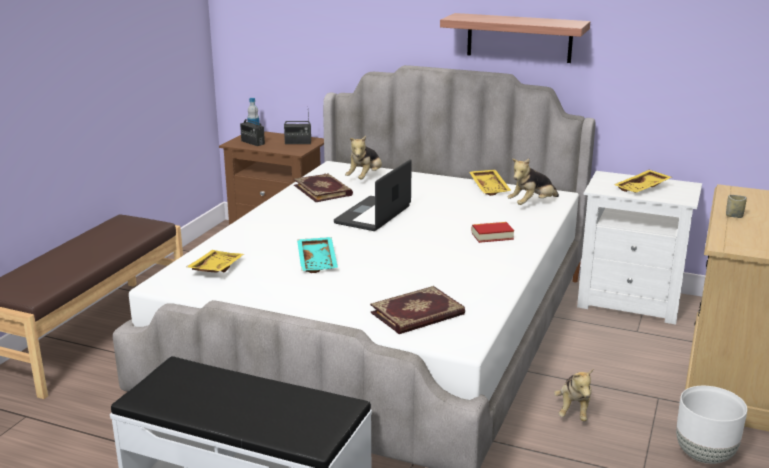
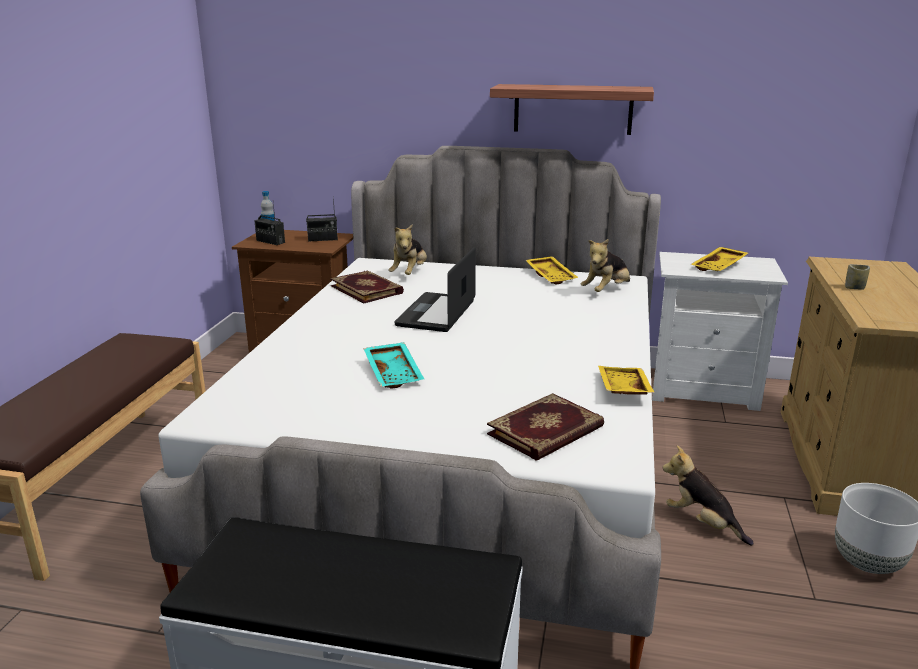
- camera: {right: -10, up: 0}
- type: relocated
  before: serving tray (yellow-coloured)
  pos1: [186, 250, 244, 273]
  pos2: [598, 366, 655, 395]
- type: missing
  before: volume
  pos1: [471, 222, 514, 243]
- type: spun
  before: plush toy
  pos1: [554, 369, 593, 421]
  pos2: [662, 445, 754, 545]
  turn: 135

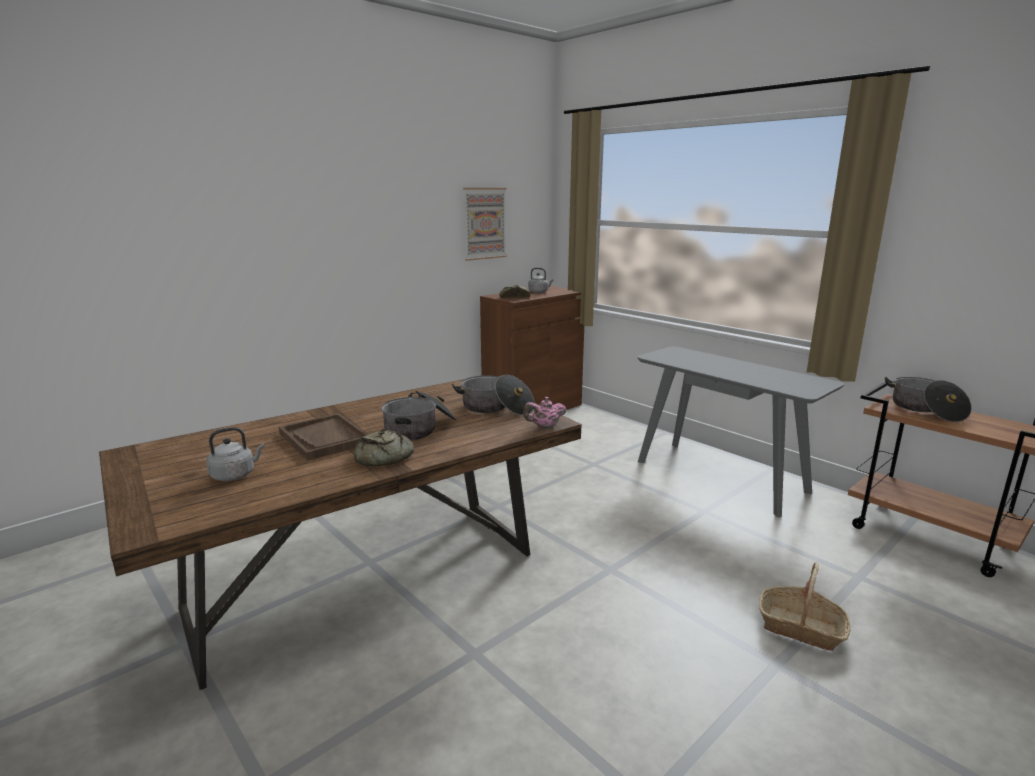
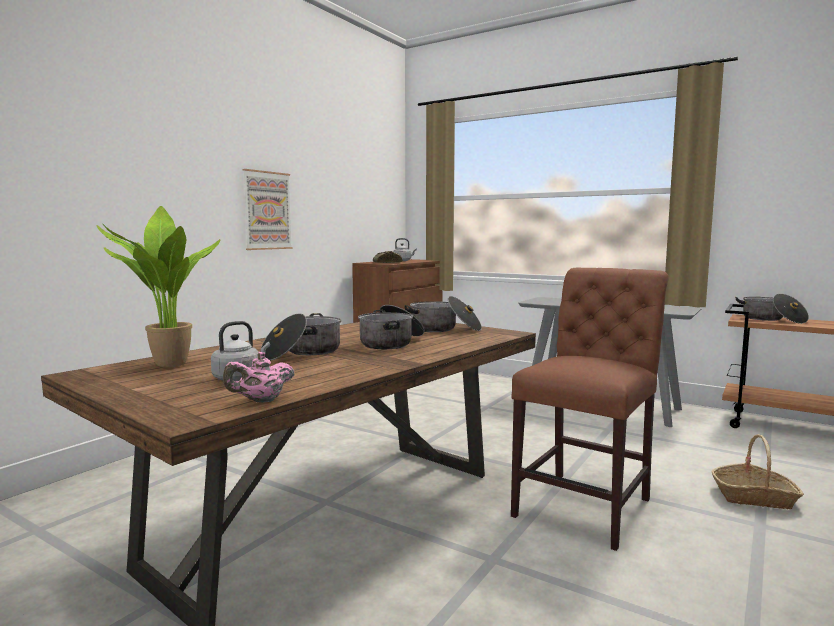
- camera: {right: -15, up: -10}
- type: exchanged
  before: serving tray (brown)
  after: stockpot
  pos1: [279, 413, 368, 460]
  pos2: [260, 313, 341, 361]
- type: missing
  before: baked bread
  pos1: [354, 429, 414, 466]
- type: relocated
  before: wall picture
  pos1: [463, 188, 507, 261]
  pos2: [243, 169, 293, 250]
- type: relocated
  before: teapot (pinkish)
  pos1: [523, 397, 567, 429]
  pos2: [223, 352, 294, 402]
- type: appeared
  after: houseplant
  pos2: [97, 206, 220, 368]
- type: appeared
  after: plain chair (brown)
  pos2: [511, 268, 668, 551]

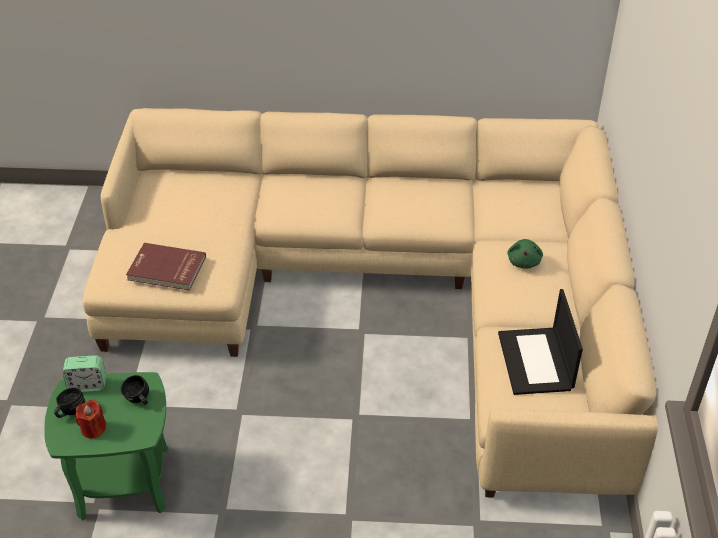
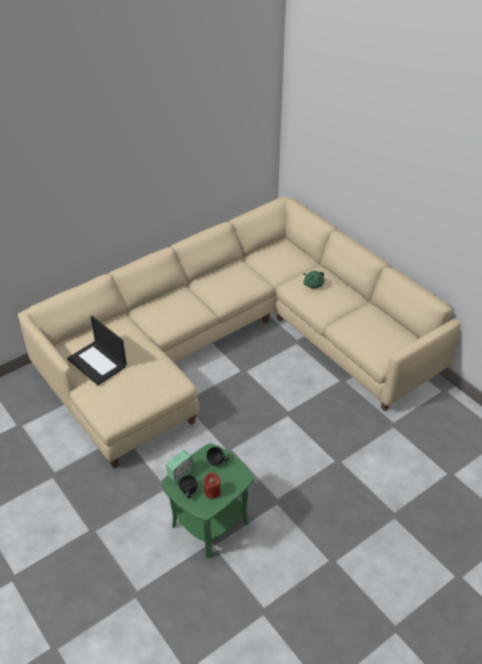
- camera: {right: -40, up: 0}
- type: missing
  before: volume (red-coloured)
  pos1: [126, 243, 206, 291]
- type: relocated
  before: laptop
  pos1: [498, 289, 583, 395]
  pos2: [67, 316, 127, 385]

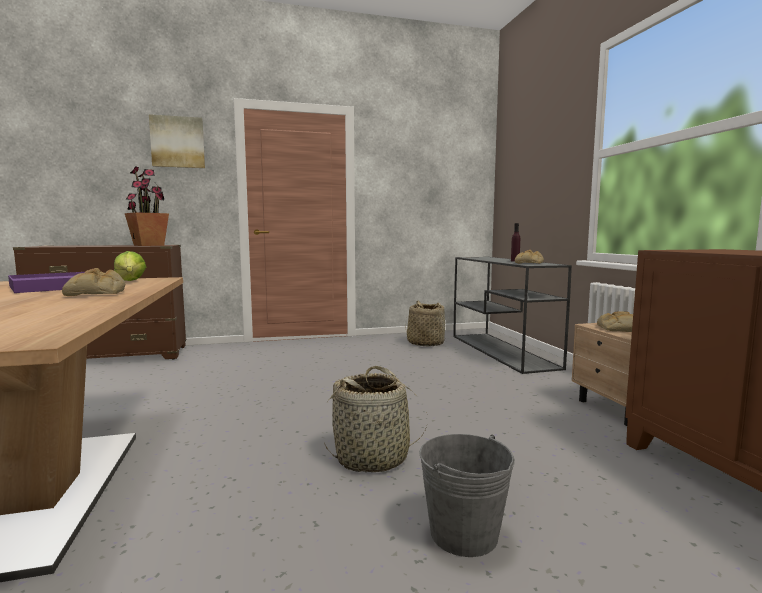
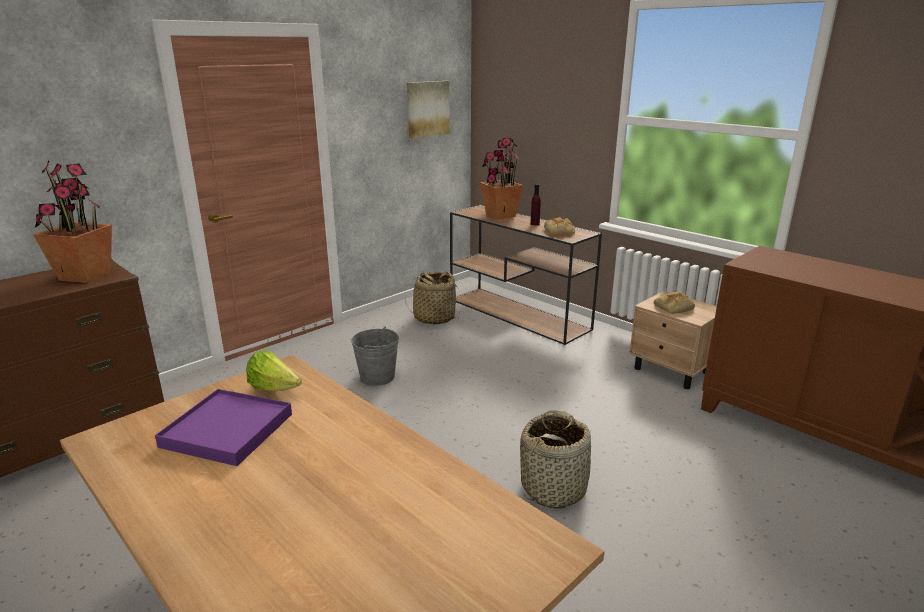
- camera: {right: -30, up: 15}
- type: missing
  before: baked bread
  pos1: [62, 268, 125, 296]
- type: relocated
  before: wall picture
  pos1: [149, 114, 205, 168]
  pos2: [407, 81, 450, 138]
- type: relocated
  before: water bucket (greyish)
  pos1: [419, 434, 515, 557]
  pos2: [351, 326, 399, 386]
- type: colour
  before: hall table (greyish)
  after: hall table (brown)
  pos1: [453, 257, 572, 374]
  pos2: [450, 205, 602, 345]
- type: appeared
  after: houseplant
  pos2: [480, 138, 523, 219]

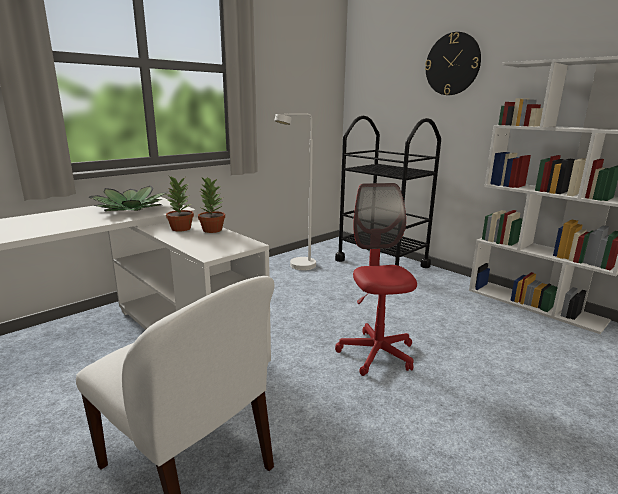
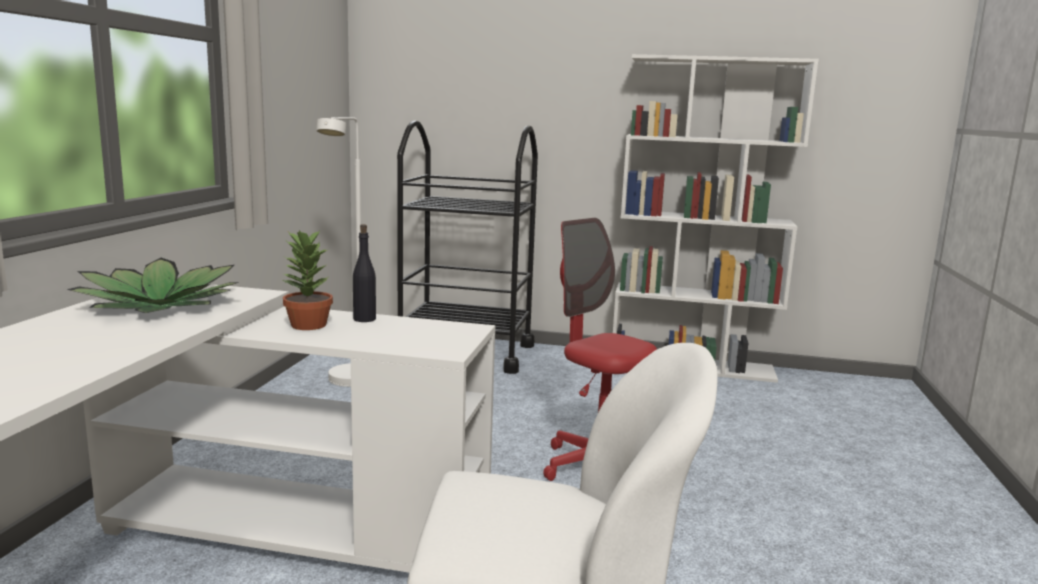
- camera: {right: -35, up: -5}
- type: exchanged
  before: houseplant
  after: drink bottle (blackish)
  pos1: [198, 177, 225, 233]
  pos2: [353, 224, 376, 322]
- type: missing
  before: wall clock
  pos1: [425, 32, 481, 95]

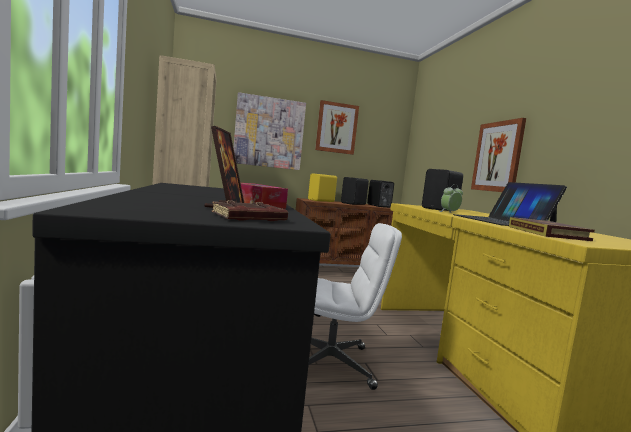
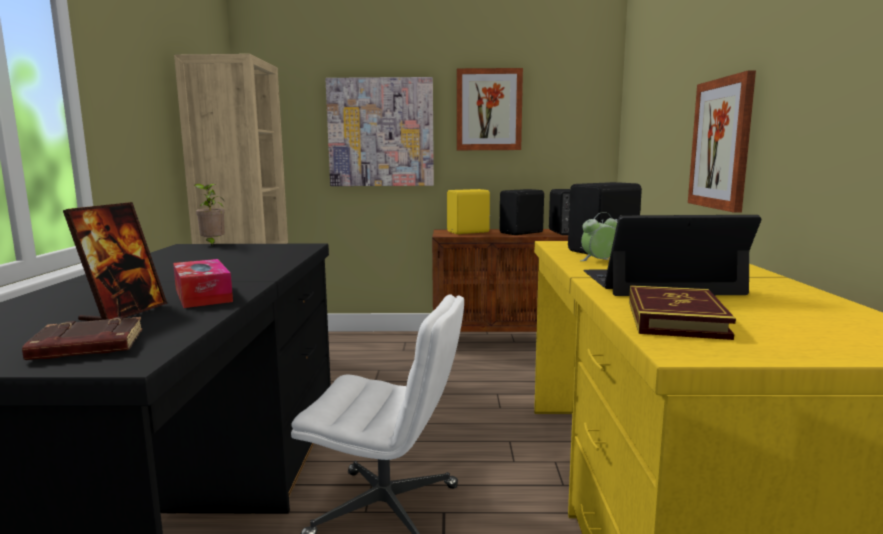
- camera: {right: 15, up: 5}
- type: spun
  before: laptop
  pos1: [453, 182, 567, 226]
  pos2: [583, 215, 761, 296]
  turn: 90
- type: appeared
  after: houseplant
  pos2: [194, 183, 225, 246]

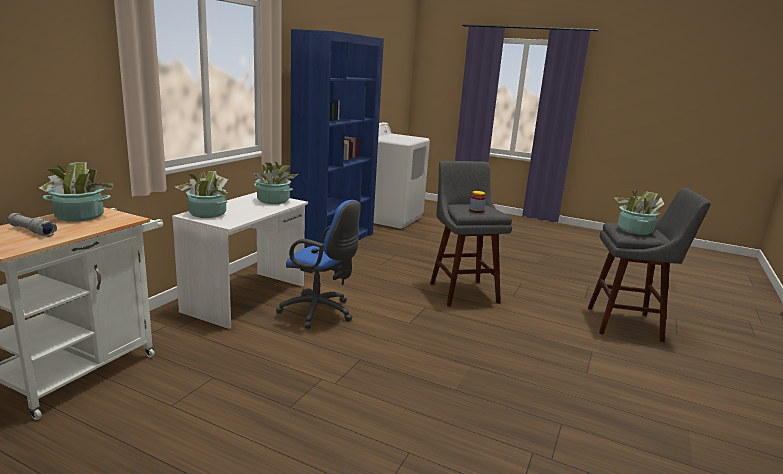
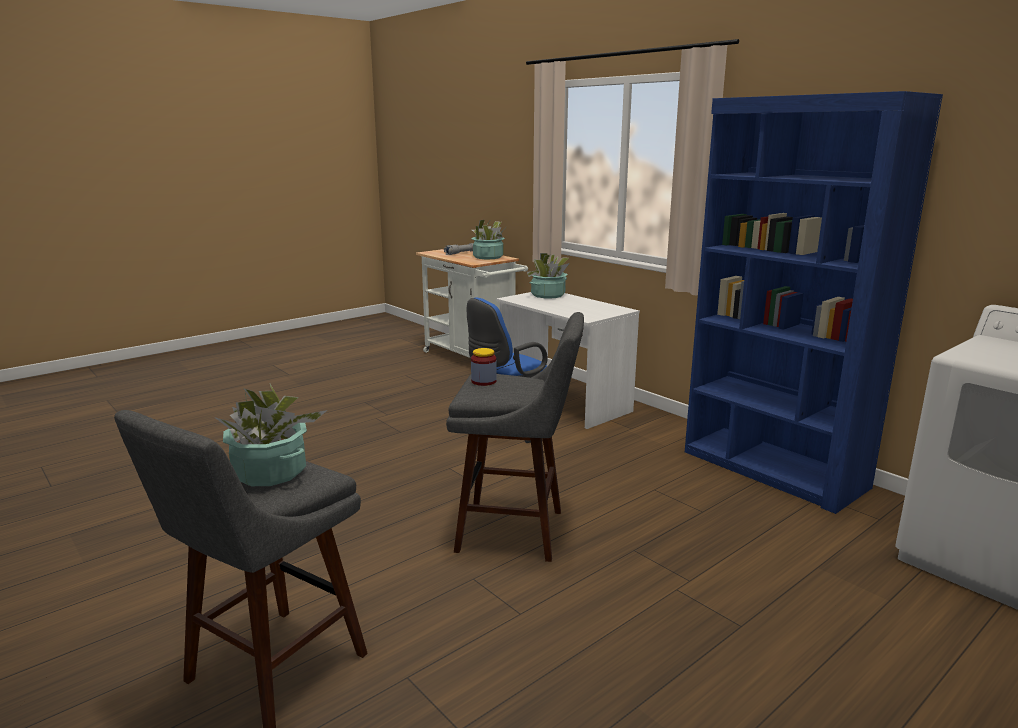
- camera: {right: 115, up: 0}
- type: missing
  before: houseplant
  pos1: [253, 161, 298, 204]

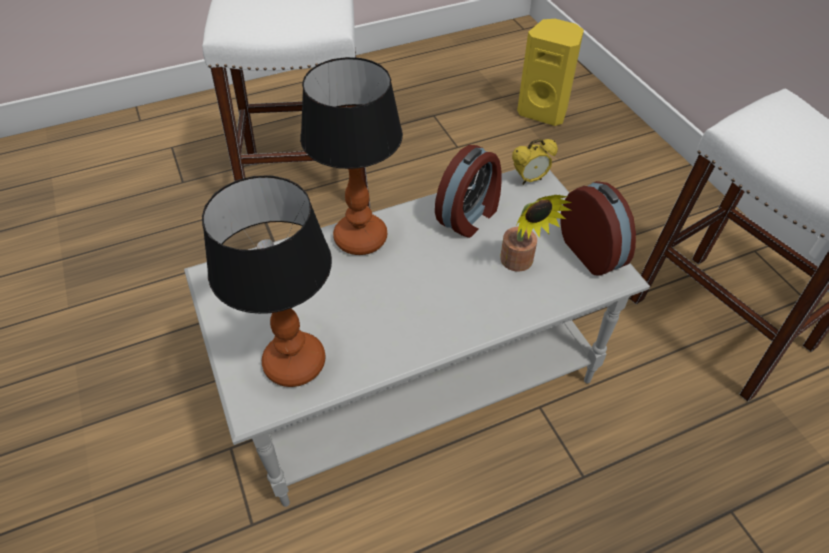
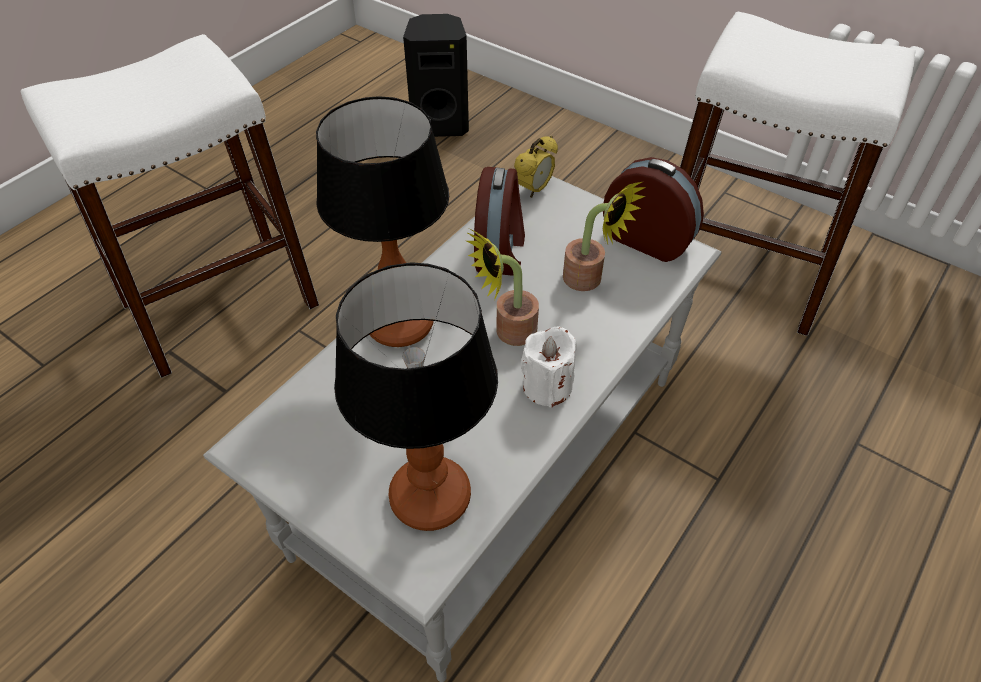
- camera: {right: -30, up: 0}
- type: colour
  before: loudspeaker (yellow-coloured)
  after: loudspeaker (blackish)
  pos1: [517, 19, 584, 126]
  pos2: [403, 14, 469, 137]
- type: appeared
  after: houseplant
  pos2: [466, 230, 539, 346]
- type: appeared
  after: wax candle (white)
  pos2: [521, 327, 577, 408]

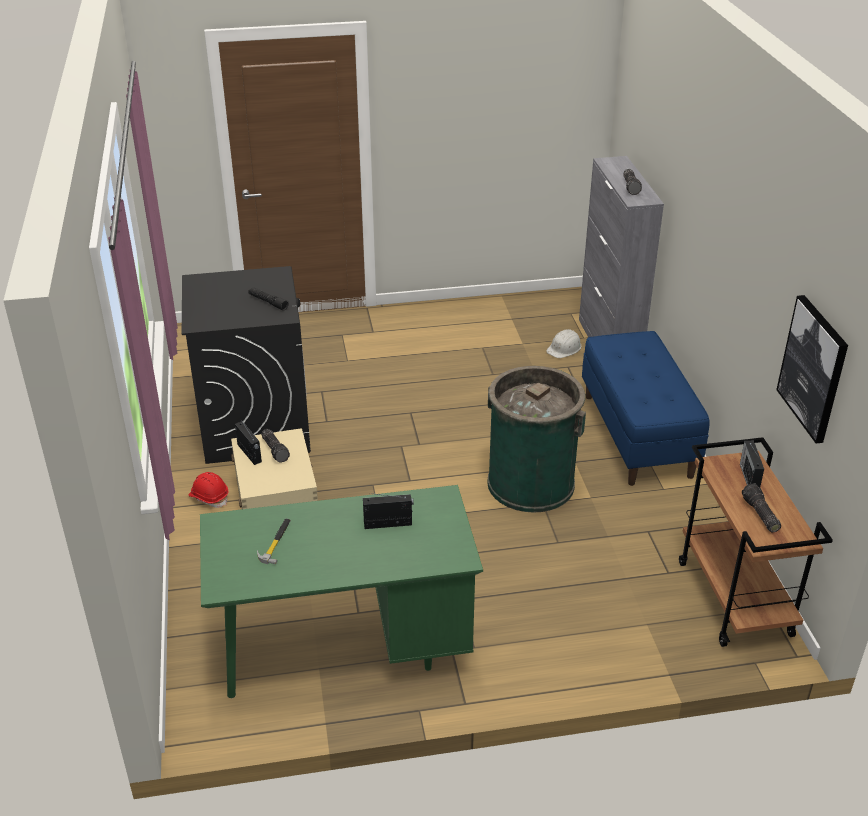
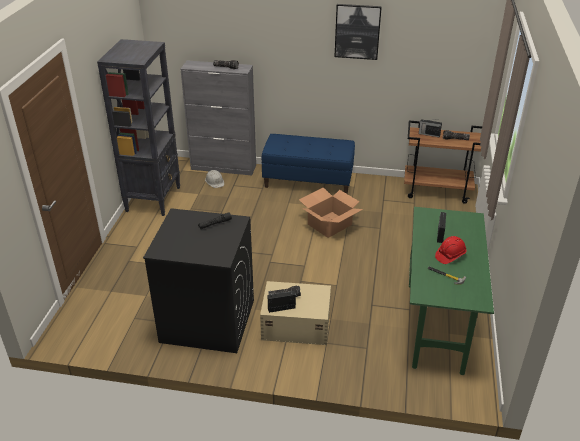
- camera: {right: -70, up: 0}
- type: relocated
  before: hard hat (red-coloured)
  pos1: [189, 472, 228, 508]
  pos2: [435, 236, 466, 264]
- type: exchanged
  before: waste bin (green-coloured)
  after: packing box
  pos1: [487, 366, 586, 513]
  pos2: [299, 188, 363, 238]
- type: relocated
  before: wall picture
  pos1: [776, 295, 848, 444]
  pos2: [335, 4, 382, 60]
- type: appeared
  after: bookcase (blackish)
  pos2: [97, 39, 180, 216]

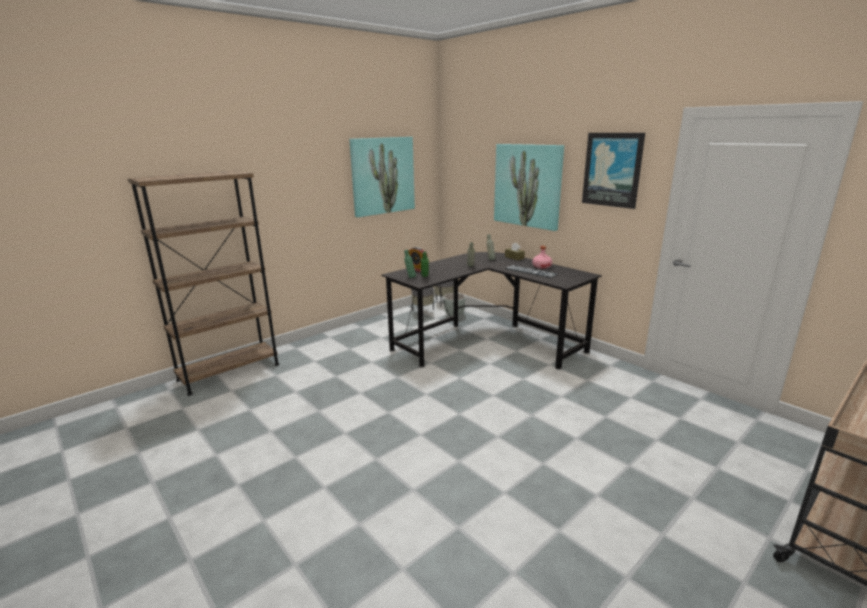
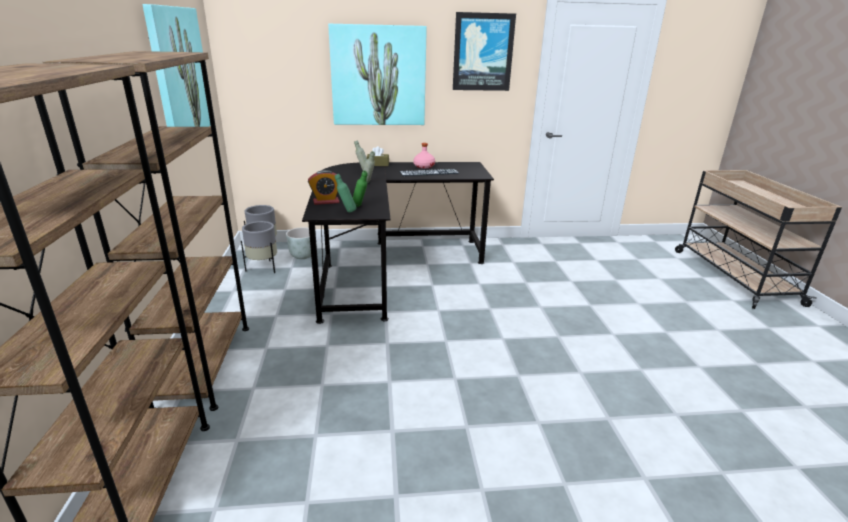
- camera: {right: -55, up: 5}
- type: appeared
  after: bookcase (brown)
  pos2: [43, 51, 249, 411]

